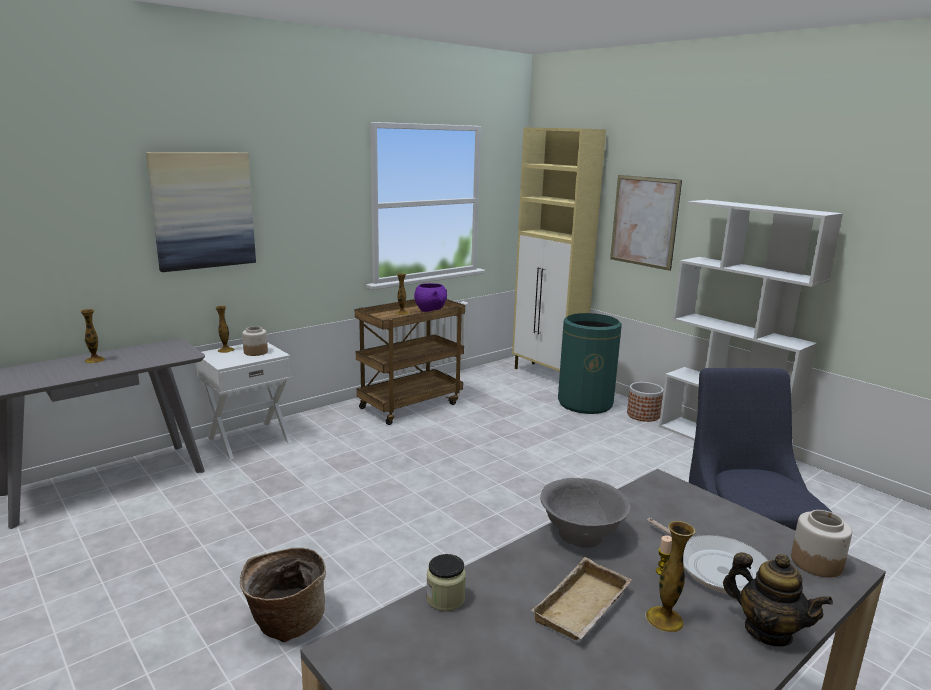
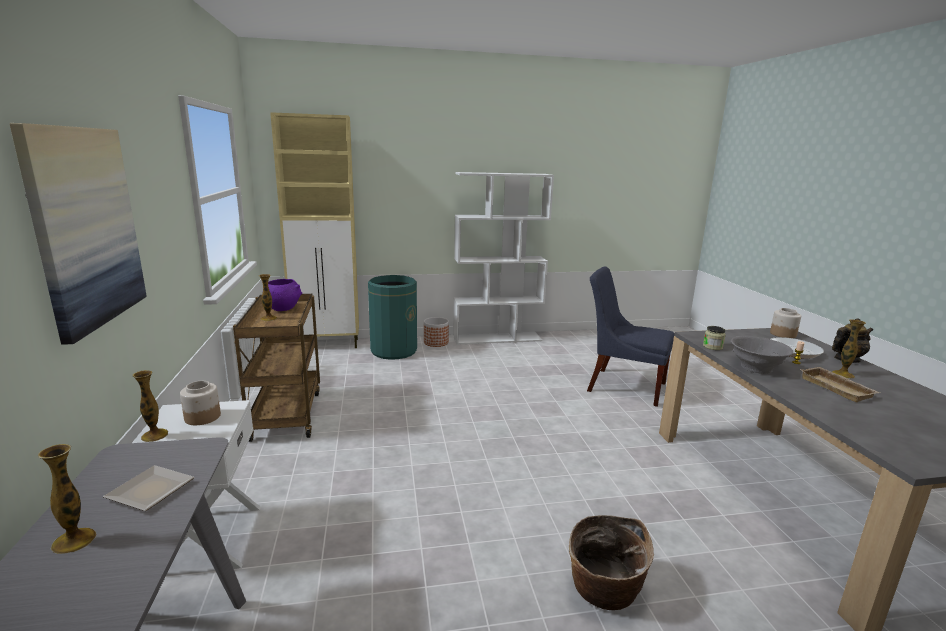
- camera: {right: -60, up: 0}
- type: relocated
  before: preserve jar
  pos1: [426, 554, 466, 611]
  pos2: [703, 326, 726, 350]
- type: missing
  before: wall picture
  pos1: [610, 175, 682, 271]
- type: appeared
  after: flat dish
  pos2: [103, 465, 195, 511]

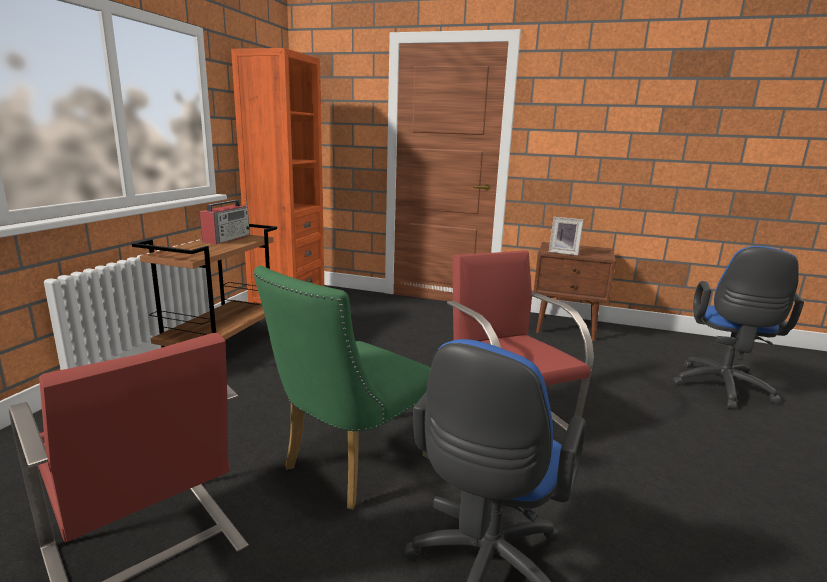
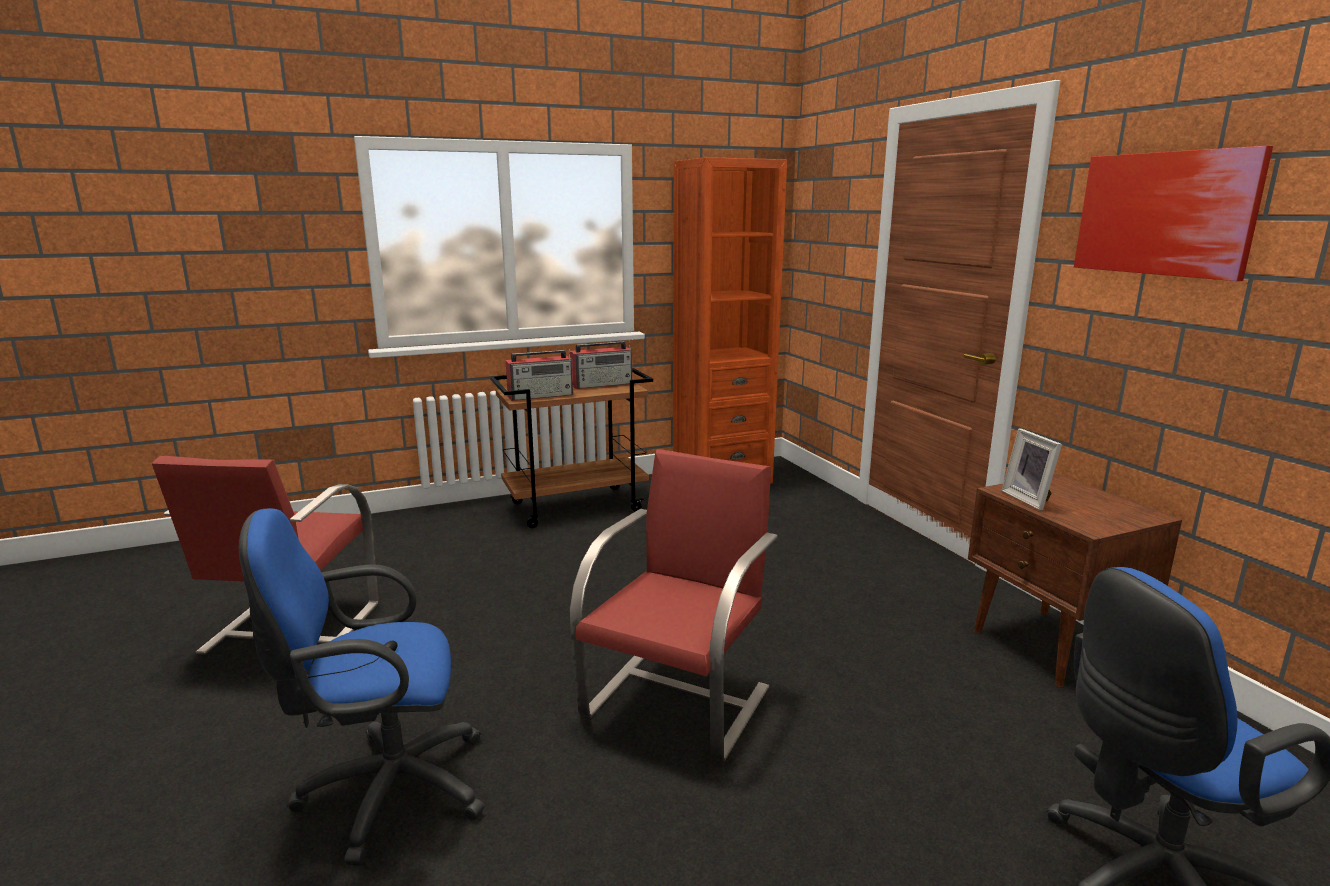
- camera: {right: 50, up: 0}
- type: missing
  before: plain chair (green-coloured)
  pos1: [253, 266, 431, 509]
- type: appeared
  after: radio
  pos2: [506, 349, 573, 401]
- type: appeared
  after: wall picture
  pos2: [1074, 146, 1273, 281]

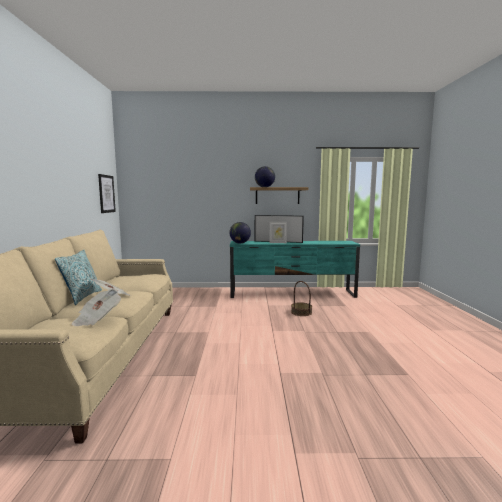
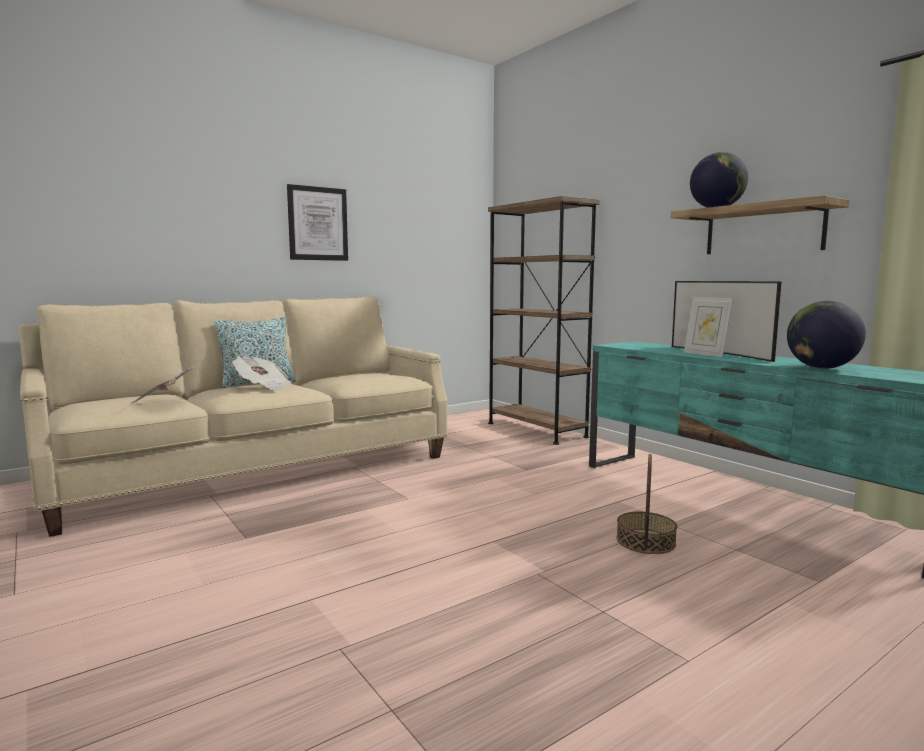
- camera: {right: 55, up: 0}
- type: relocated
  before: wall picture
  pos1: [98, 174, 116, 213]
  pos2: [287, 184, 348, 261]
- type: relocated
  before: desk globe
  pos1: [229, 222, 251, 244]
  pos2: [787, 301, 866, 369]
- type: appeared
  after: bookcase (brown)
  pos2: [488, 196, 600, 445]

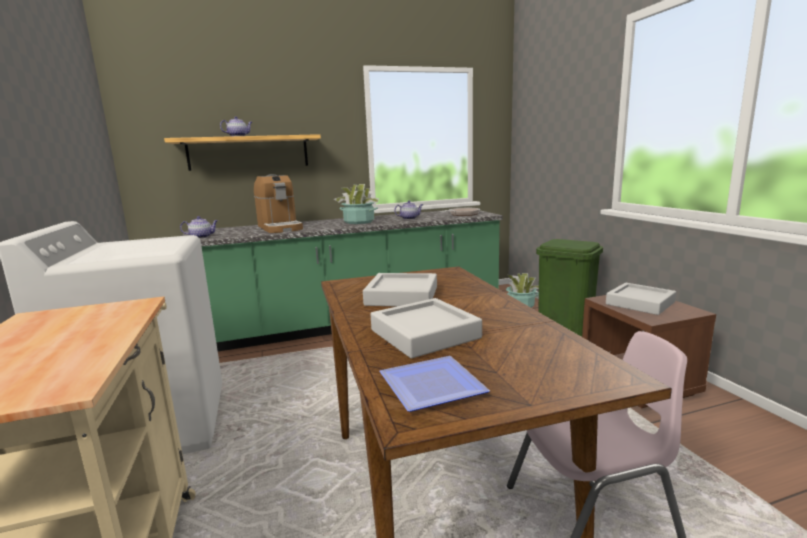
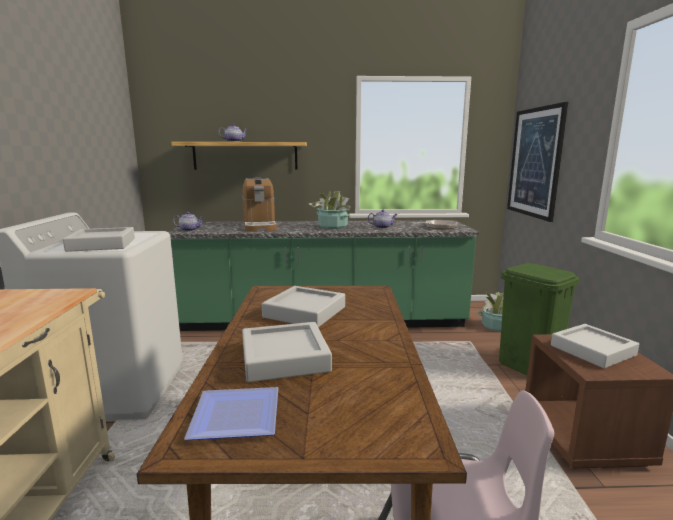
- camera: {right: 15, up: 0}
- type: appeared
  after: serving tray (greyish)
  pos2: [63, 227, 135, 252]
- type: appeared
  after: wall picture
  pos2: [507, 102, 568, 222]

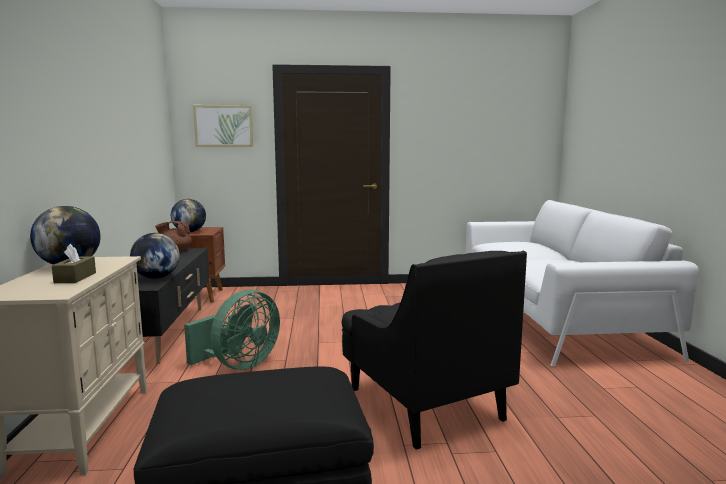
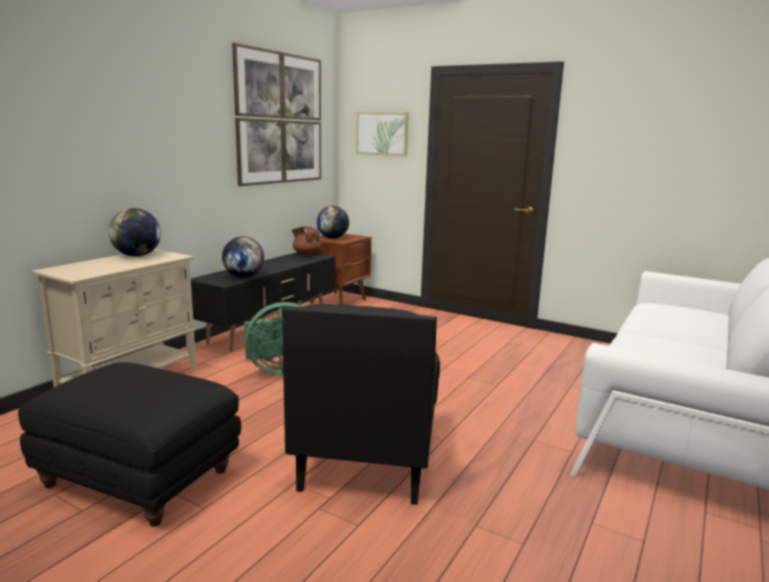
- camera: {right: 35, up: 5}
- type: missing
  before: tissue holder (brown)
  pos1: [52, 244, 96, 283]
- type: appeared
  after: wall picture
  pos2: [232, 43, 321, 186]

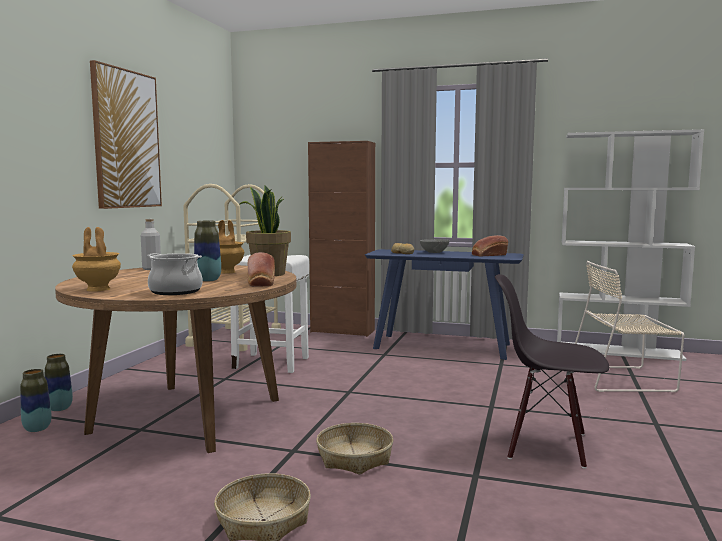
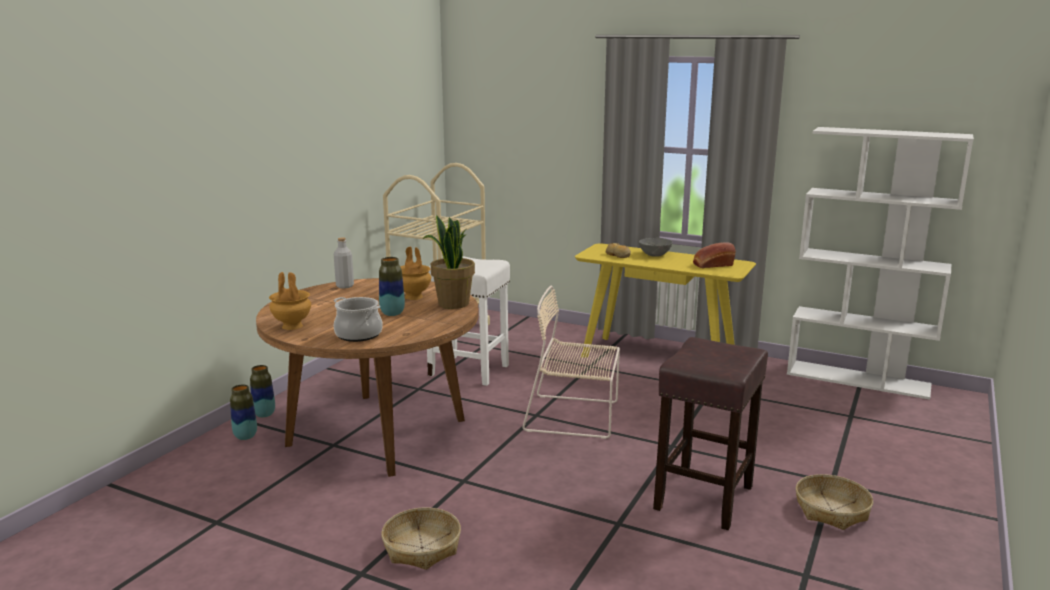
- camera: {right: 10, up: 10}
- type: missing
  before: wall picture
  pos1: [90, 60, 162, 209]
- type: missing
  before: baked bread
  pos1: [247, 252, 275, 287]
- type: missing
  before: cupboard (brown)
  pos1: [308, 141, 375, 337]
- type: relocated
  before: storage basket
  pos1: [316, 423, 393, 475]
  pos2: [796, 474, 873, 530]
- type: colour
  before: hall table (blue-coloured)
  after: hall table (yellow-coloured)
  pos1: [365, 249, 524, 360]
  pos2: [575, 243, 756, 358]
- type: exchanged
  before: plain chair (blackish)
  after: stool seat (brown)
  pos1: [495, 274, 609, 469]
  pos2: [653, 337, 768, 530]
- type: relocated
  before: plain chair (beige)
  pos1: [575, 261, 684, 392]
  pos2: [522, 286, 620, 439]

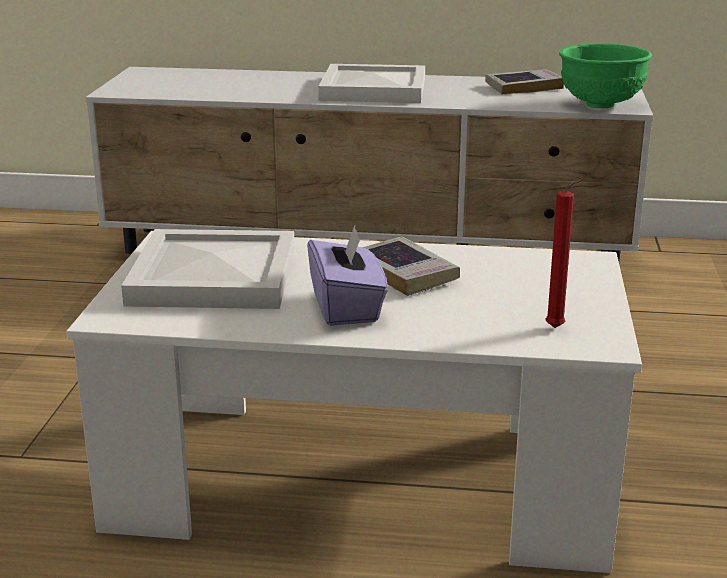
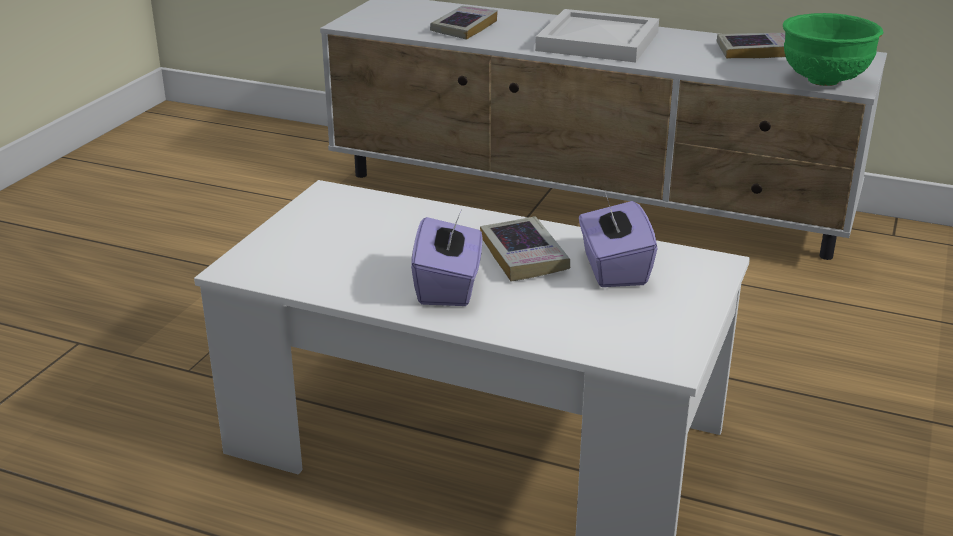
- camera: {right: 15, up: 5}
- type: missing
  before: serving tray (white)
  pos1: [121, 229, 295, 309]
- type: missing
  before: wax candle (red-coloured)
  pos1: [545, 178, 584, 328]
- type: appeared
  after: volume
  pos2: [430, 6, 498, 40]
- type: appeared
  after: tissue holder (purple-coloured)
  pos2: [579, 192, 658, 287]

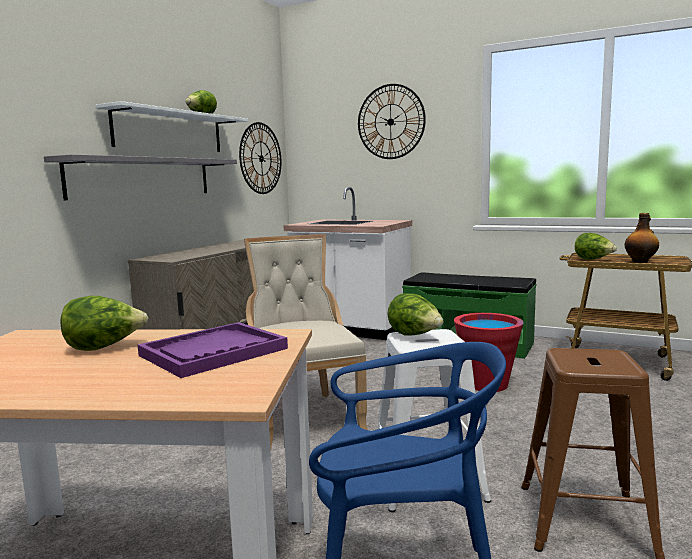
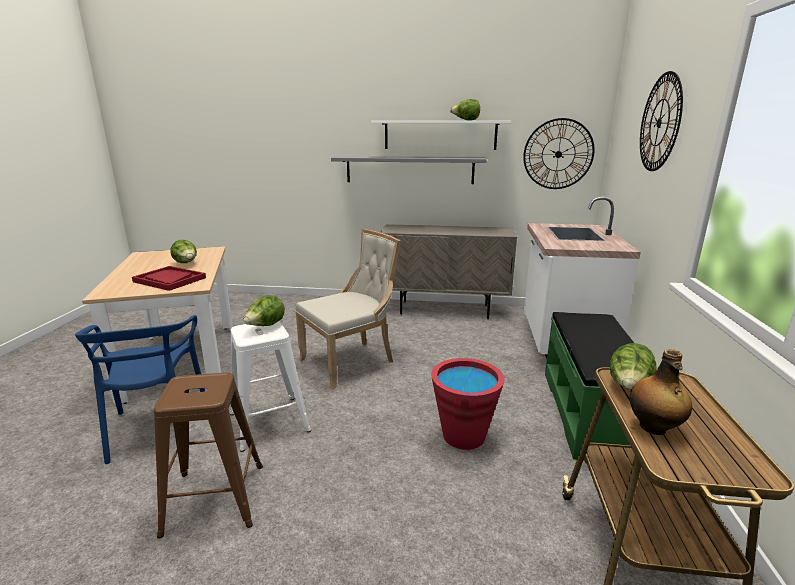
- camera: {right: 70, up: 10}
- type: colour
  before: serving tray (purple-coloured)
  after: serving tray (red-coloured)
  pos1: [138, 322, 288, 378]
  pos2: [132, 266, 206, 291]

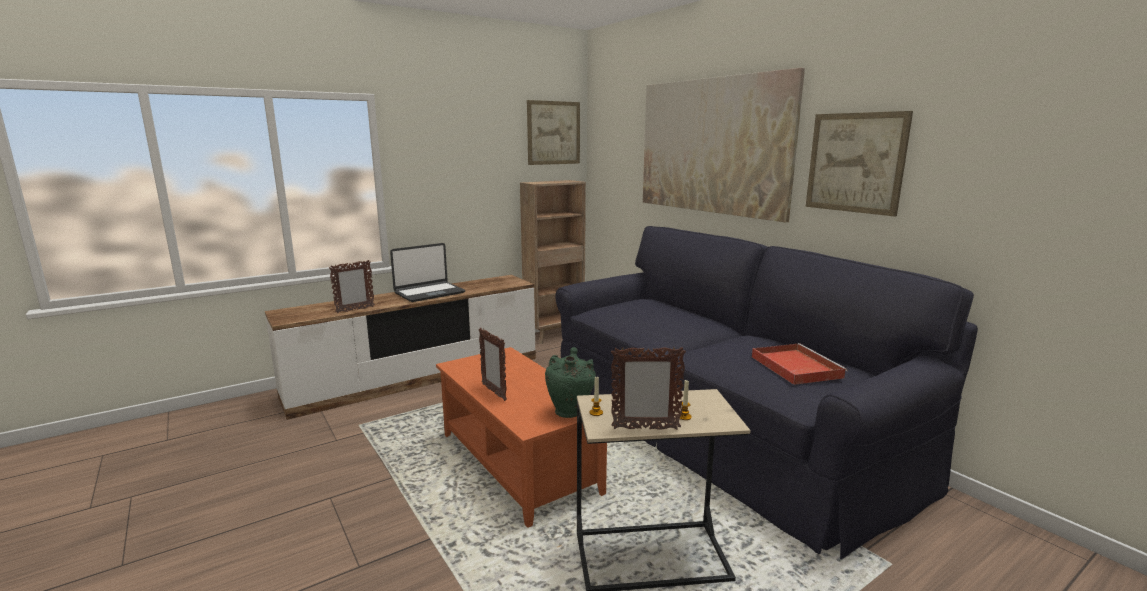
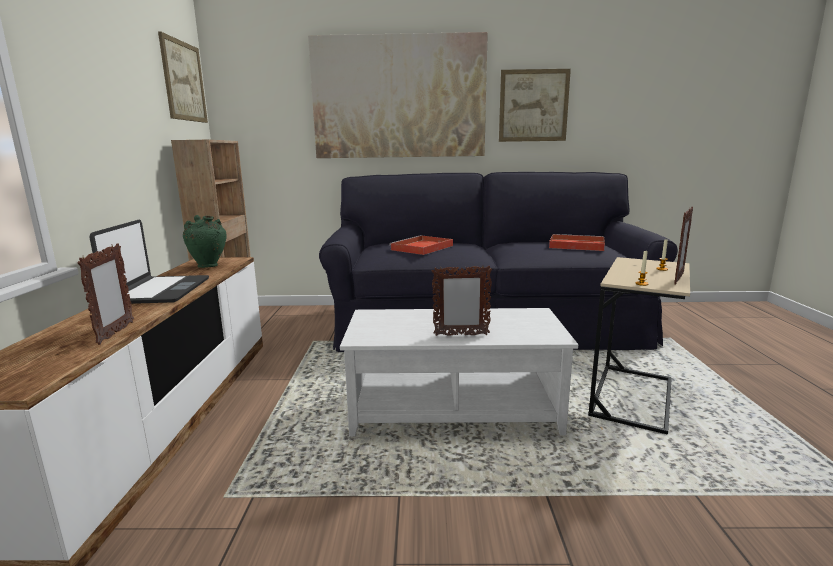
- camera: {right: -55, up: 0}
- type: colour
  before: coffee table (orange)
  after: coffee table (white)
  pos1: [436, 347, 607, 528]
  pos2: [340, 308, 578, 436]
- type: relocated
  before: flower vase (green-coloured)
  pos1: [545, 347, 596, 418]
  pos2: [183, 215, 227, 268]
- type: appeared
  after: serving tray (red-coloured)
  pos2: [389, 235, 453, 255]

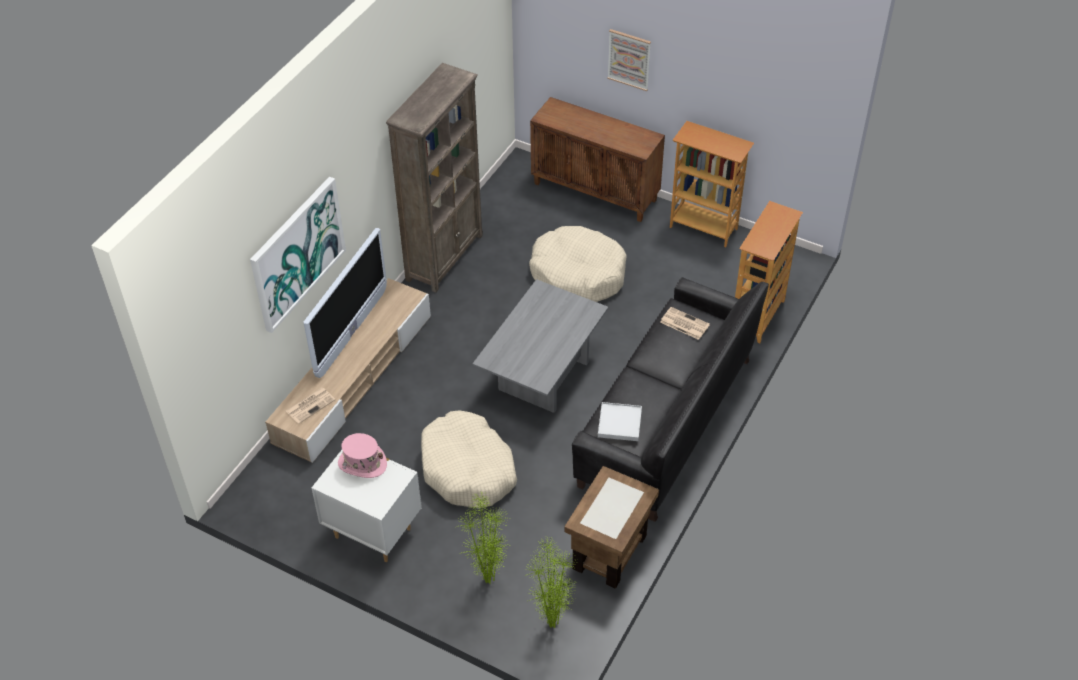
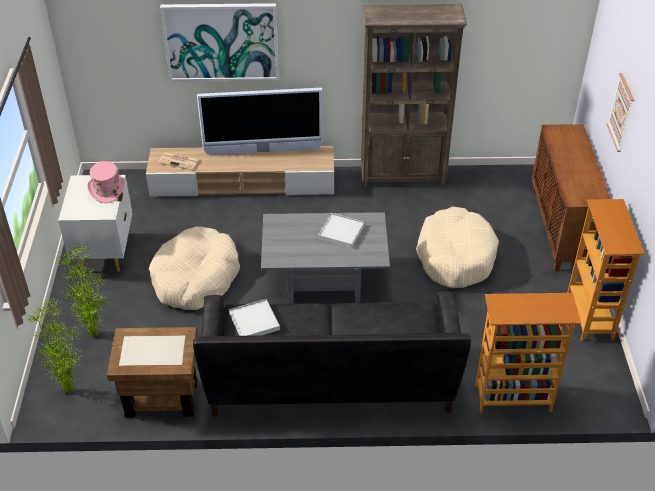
- camera: {right: 60, up: -5}
- type: missing
  before: daily paper
  pos1: [660, 307, 710, 340]
- type: appeared
  after: serving tray (white)
  pos2: [318, 213, 365, 248]

